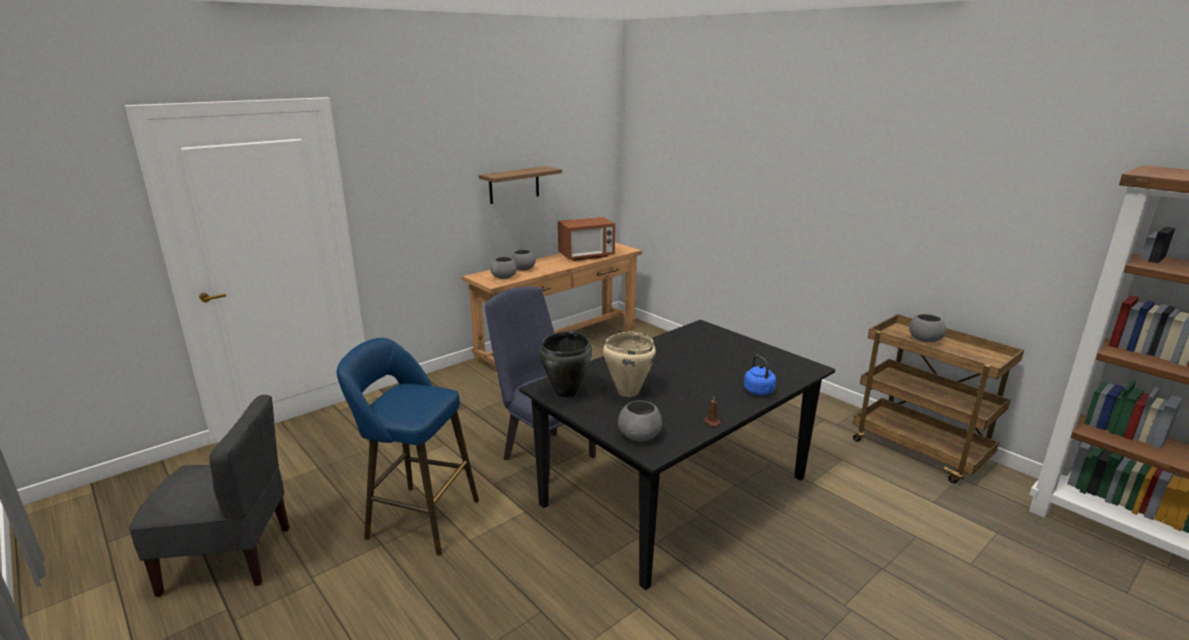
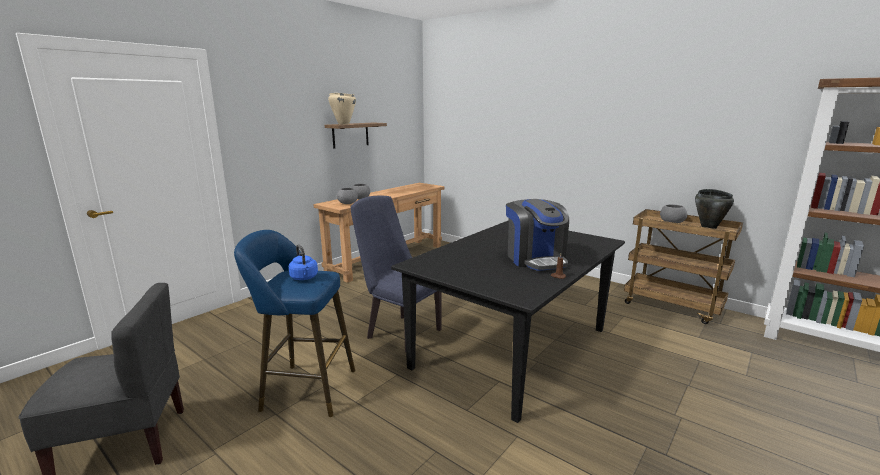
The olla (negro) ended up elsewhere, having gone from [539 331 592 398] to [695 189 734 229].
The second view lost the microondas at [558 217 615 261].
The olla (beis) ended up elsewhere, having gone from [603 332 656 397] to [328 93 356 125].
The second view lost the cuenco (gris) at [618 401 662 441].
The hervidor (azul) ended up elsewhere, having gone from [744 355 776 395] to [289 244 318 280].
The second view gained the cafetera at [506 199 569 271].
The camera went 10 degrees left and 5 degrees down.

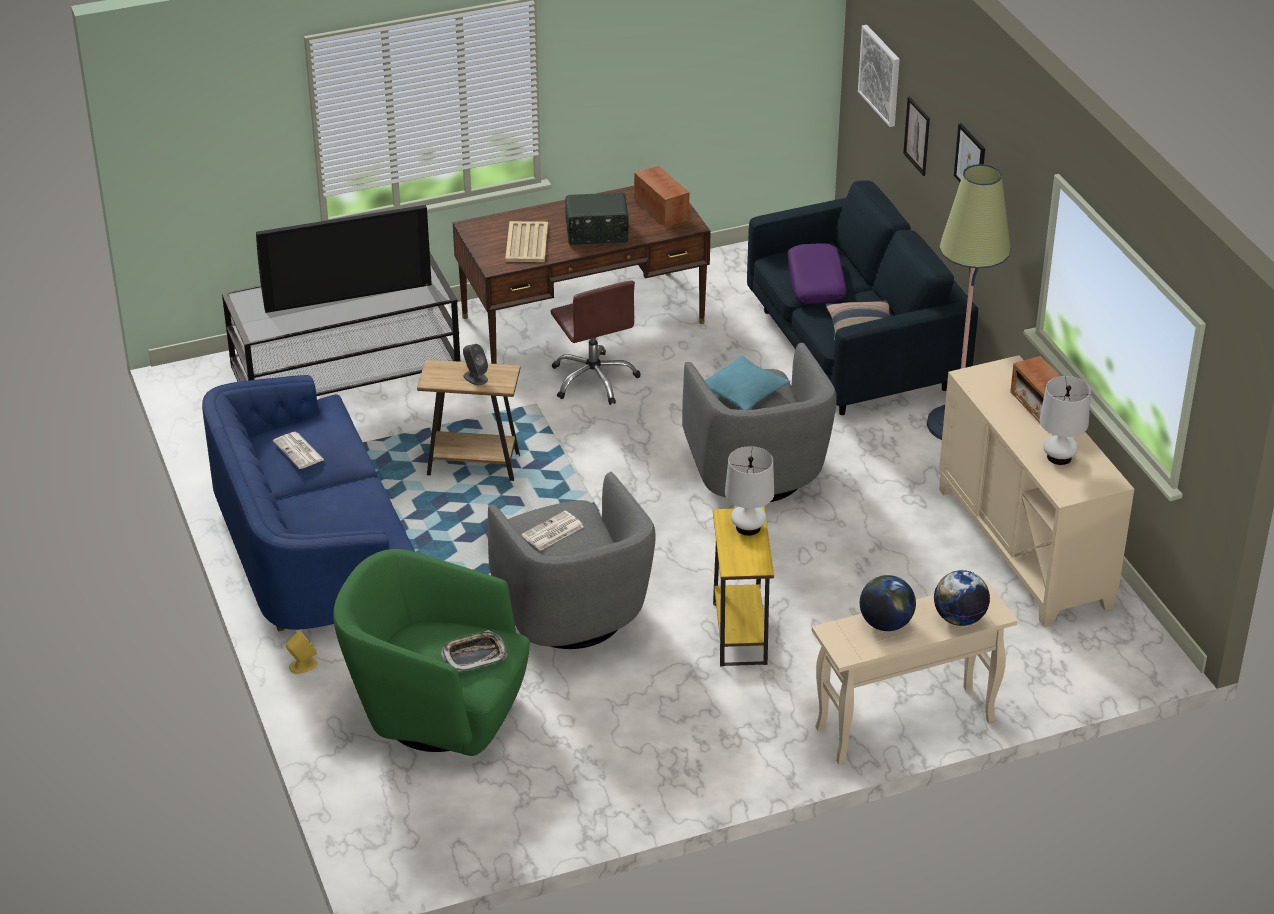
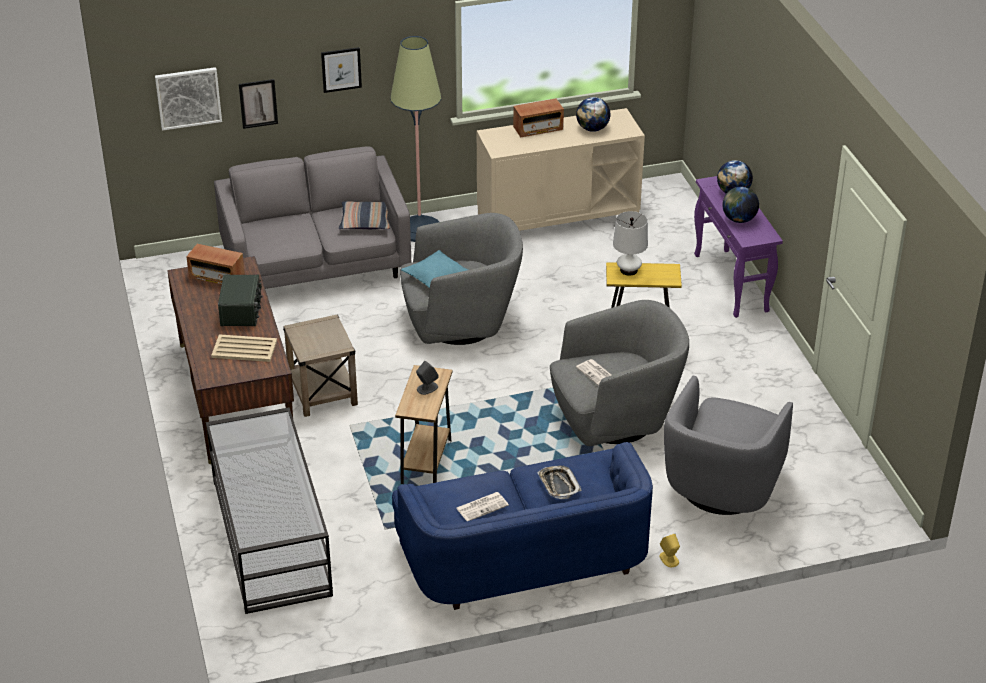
The second view lost the televisor at [256 205 432 313].
What was the sillón (verde) at [333 549 530 756] turned into the sillón (gris) at [664 376 793 515].
The bandeja ended up elsewhere, having gone from [441 630 507 672] to [538 466 581 499].
Where the silla de oficina (marrón) stood at [551 280 641 405], the mesa auxiliar (beis) came to stand at [283 315 358 417].
The radio at [634 166 689 227] ended up facing another way, 135 degrees counterclockwise from before.
What was the sofá (azul) at [747 180 978 415] turned into the sofá (gris) at [214 146 411 289].
The second view lost the cojín (morado) at [787 243 847 304].
What was the mesa consola (beis) at [812 581 1017 765] turned into the mesa consola (morado) at [694 176 783 318].
Where the lámpara de mesa (blanco) stood at [1039 376 1091 465], the globo terráqueo came to stand at [576 97 611 132].
The camera went 85 degrees left and 0 degrees up.

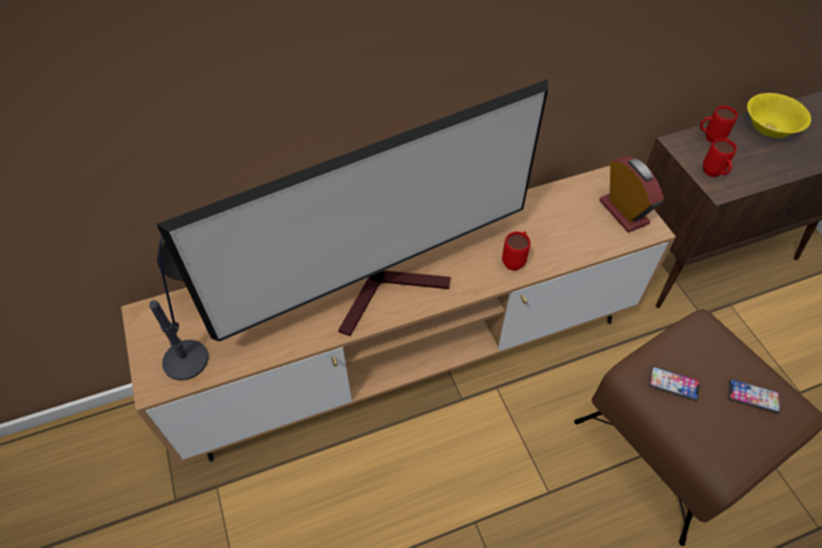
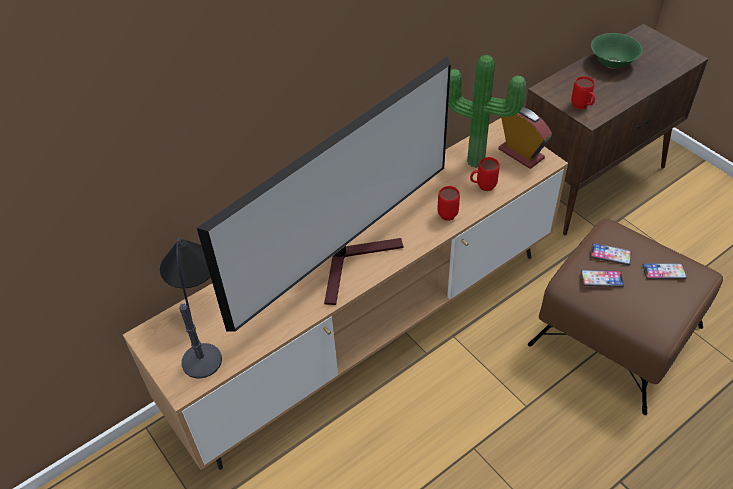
The taza grande (rojo) ended up elsewhere, having gone from [700 106 738 143] to [470 157 500 191].
What was the cuenco (amarillo) at [747 93 811 138] turned into the cuenco (verde) at [591 33 643 68].
The second view gained the planta en maceta at [448 55 526 168].
The second view gained the móvil at [590 243 632 265].
The camera went 15 degrees left and 5 degrees down.

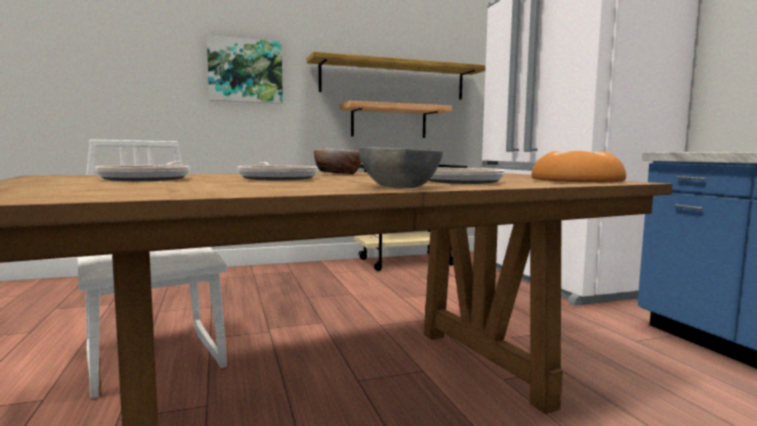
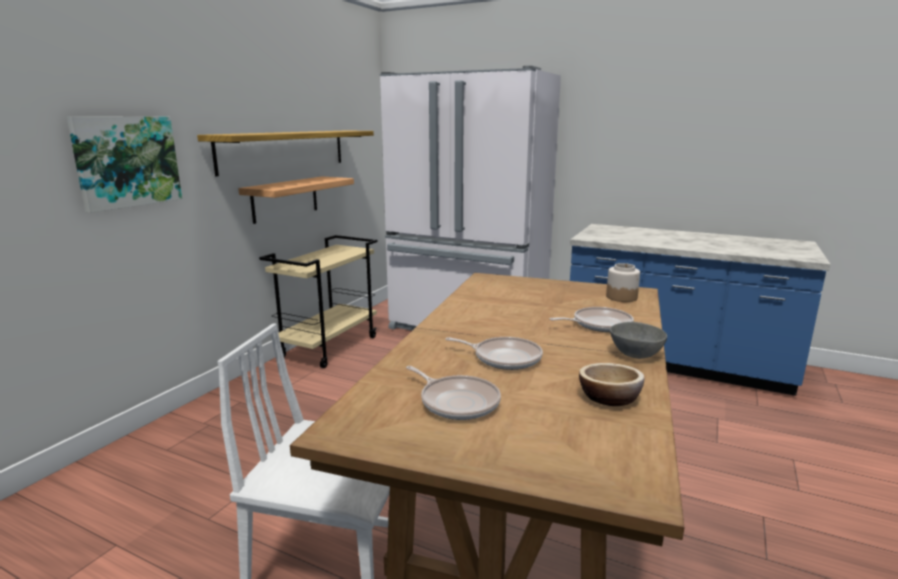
The cuenco ended up elsewhere, having gone from [314 149 362 174] to [579 363 644 406].
Where the pan stood at [531 151 626 183], the tarro came to stand at [606 263 640 302].
The camera went 45 degrees left and 10 degrees up.

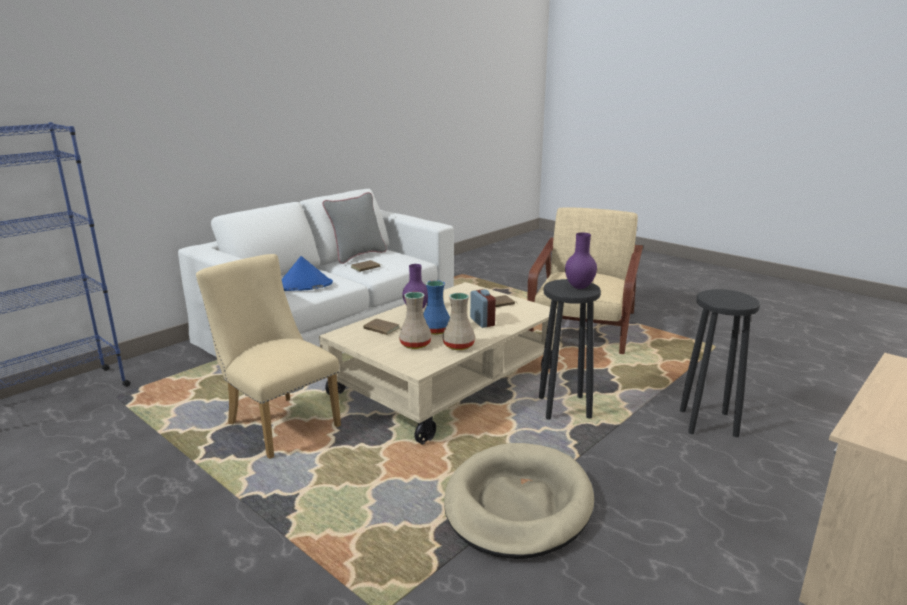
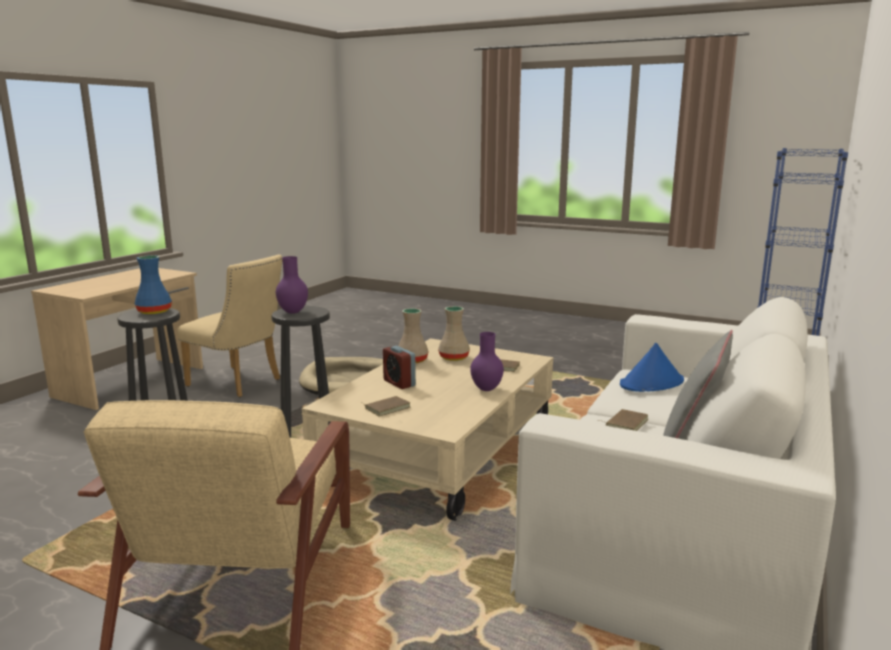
The silla (beis) ended up elsewhere, having gone from [196 254 341 459] to [177 255 282 397].
The florero (azul) ended up elsewhere, having gone from [423 280 450 335] to [135 255 172 314].
The camera went 165 degrees right and 5 degrees down.

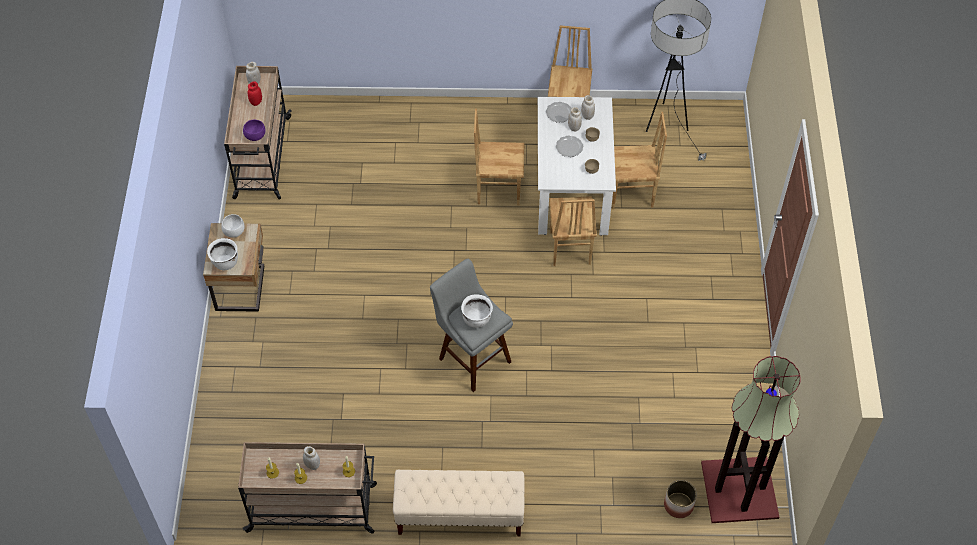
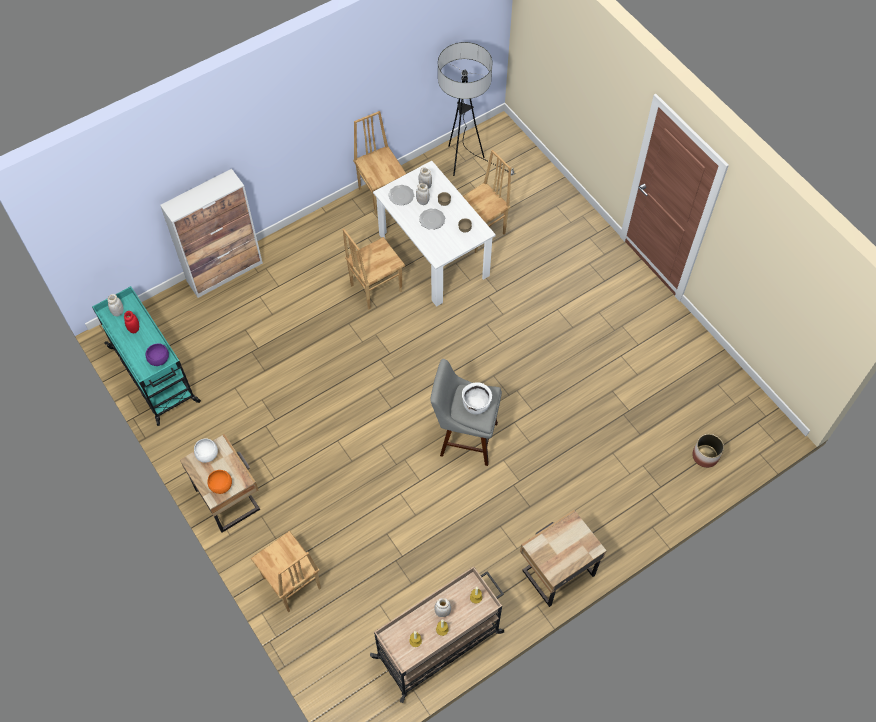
Where the olla (blanco) stood at [207 238 238 270], the cuenco (naranja) came to stand at [207 470 232 494].
What was the carrito (beis) at [224 66 292 200] turned into the carrito (turquesa) at [92 286 201 426].
Where the banco (beis) stood at [393 470 524 536], the mesita de noche (beis) came to stand at [520 510 607 607].
The silla (marrón) ended up elsewhere, having gone from [549 196 597 266] to [251 531 321 612].
The second view lost the lámpara de pie at [701 356 801 523].
The second view gained the armario at [160 169 263 298].
The camera went 35 degrees left and 5 degrees up.

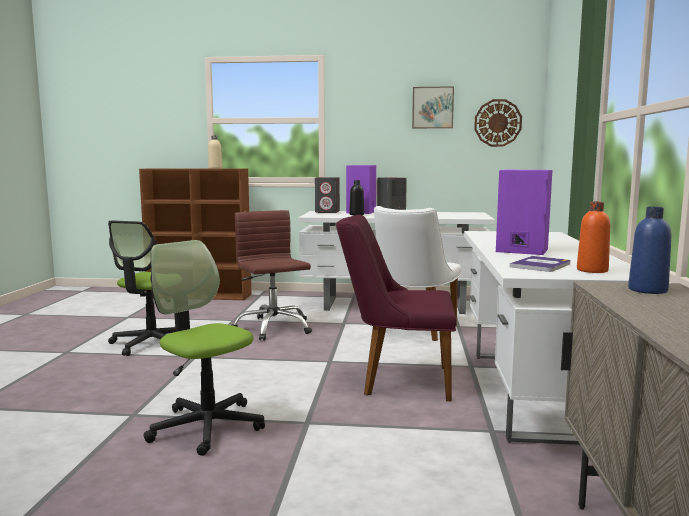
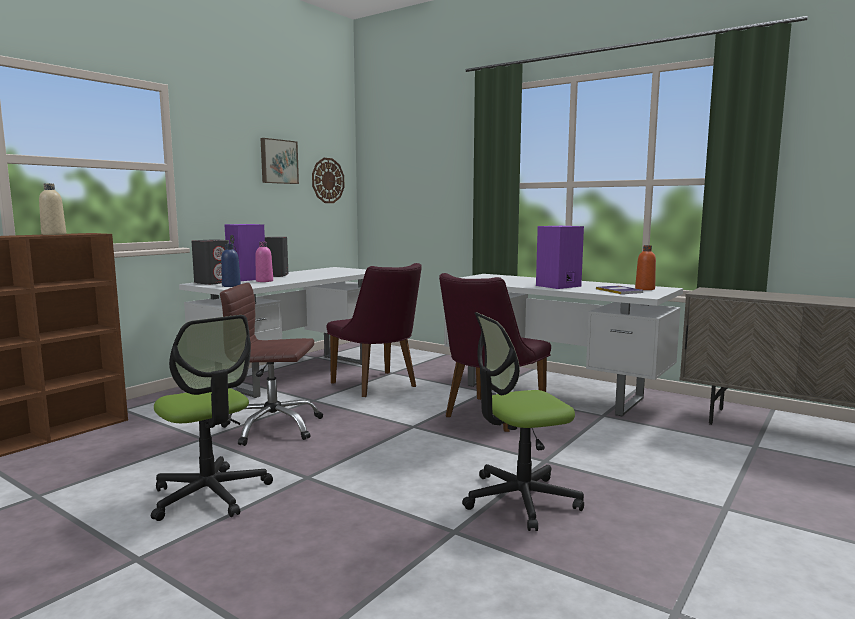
What was the botella (negro) at [349 180 364 215] turned into the botella (rosa) at [256 242 273 282].
What was the silla (blanco) at [374 206 461 341] turned into the silla (morado) at [326 263 422 397].
The botella (azul) ended up elsewhere, having gone from [628 207 671 294] to [221 244 241 287].
The camera went 60 degrees left and 0 degrees up.

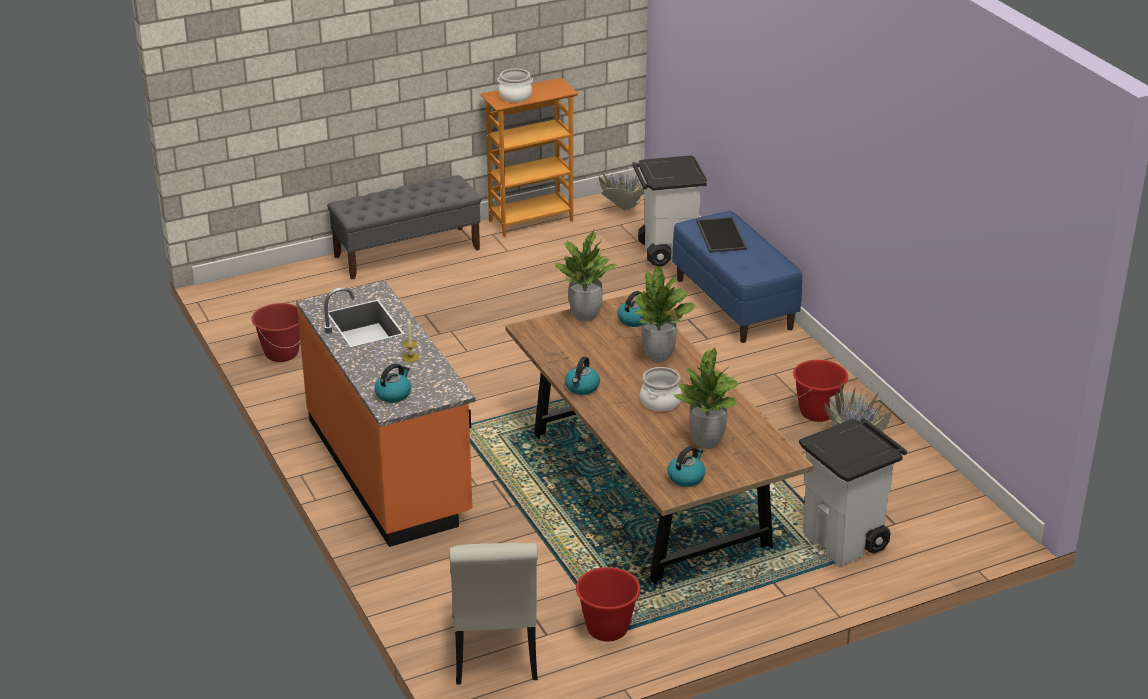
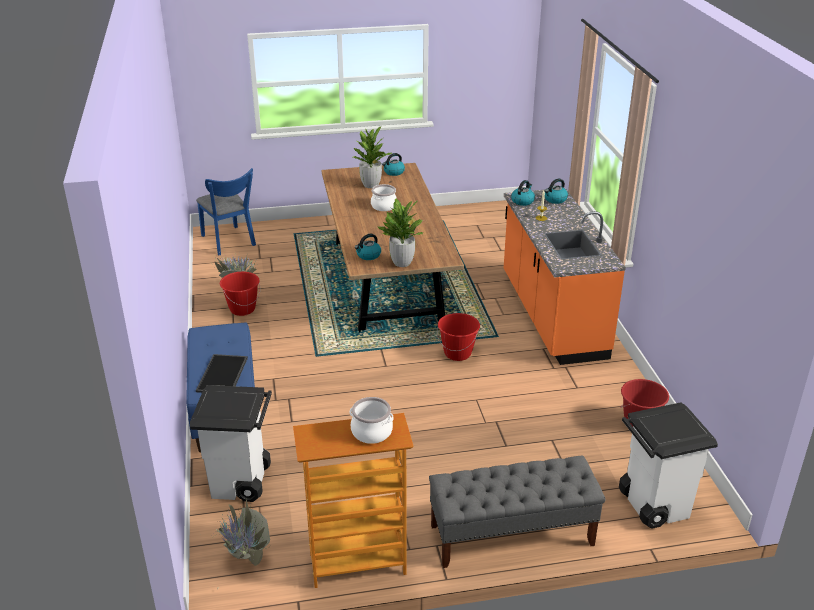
The second view lost the silla (blanco) at [449 543 538 685].
The hervidor ended up elsewhere, having gone from [565 356 600 395] to [511 180 535 206].
The cubo (rojo) ended up elsewhere, having gone from [576 567 642 642] to [437 313 480 361].
The second view lost the planta en maceta at [634 266 696 362].
The papelera (blanco) ended up elsewhere, having gone from [799 418 907 566] to [619 402 718 529].
The second view gained the silla (azul) at [196 168 256 255].
The camera went 165 degrees left and 0 degrees up.

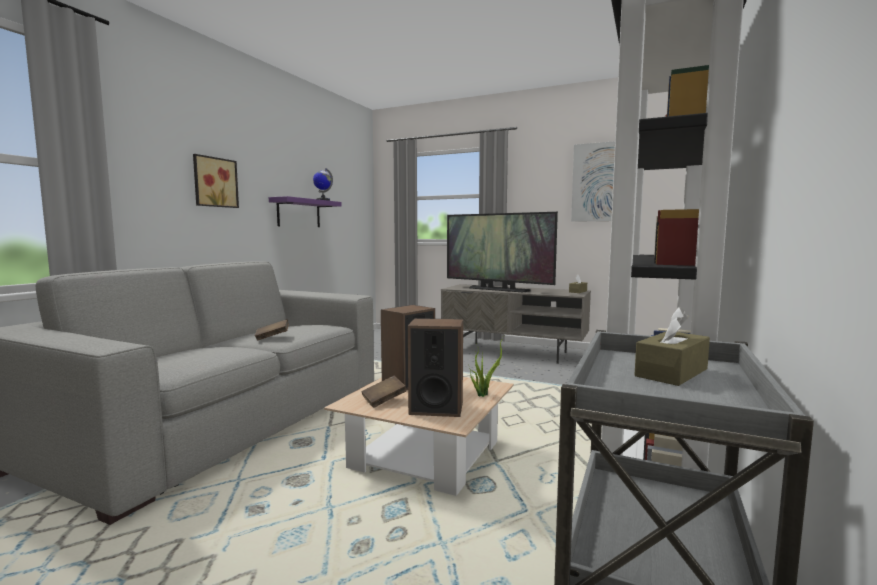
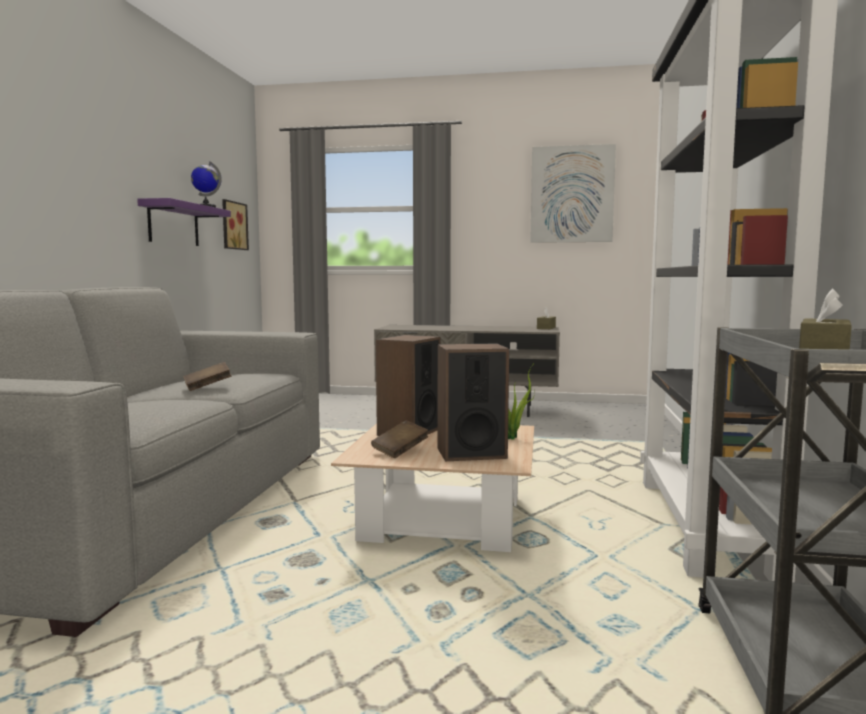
The cuadro ended up elsewhere, having gone from [193 154 239 208] to [222 199 249 250].
The second view lost the televisor at [447 212 558 292].
The camera went 15 degrees left and 0 degrees up.

